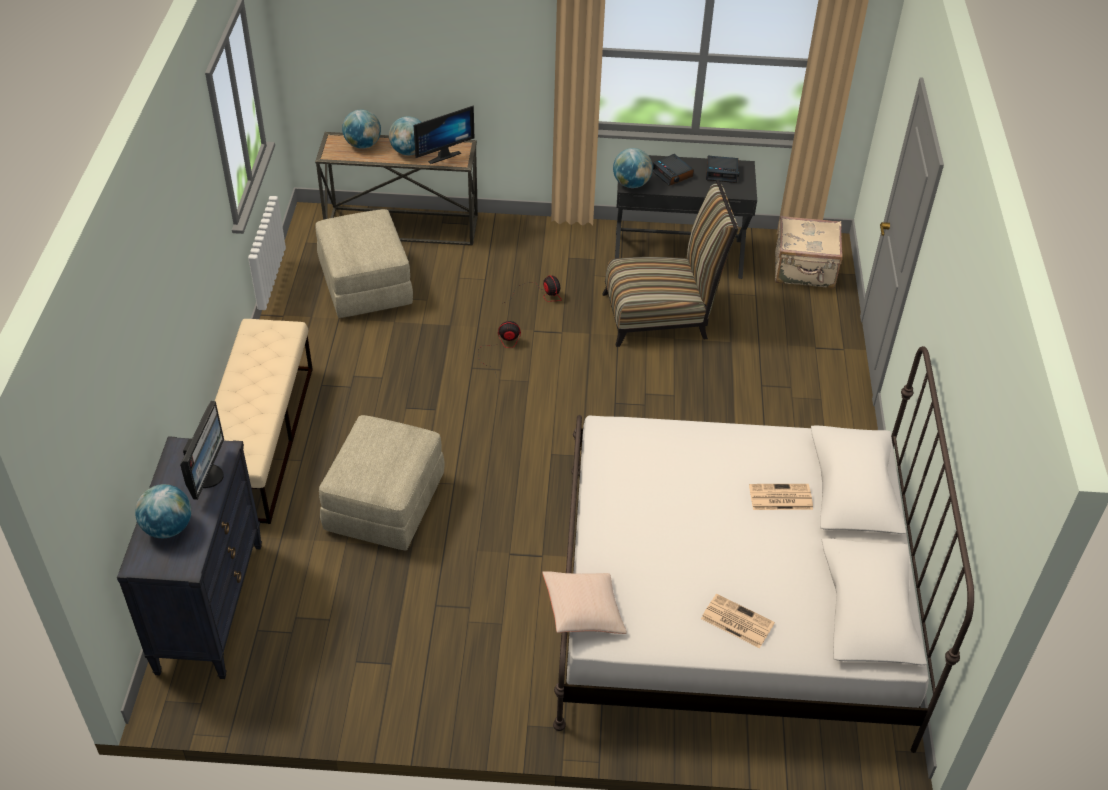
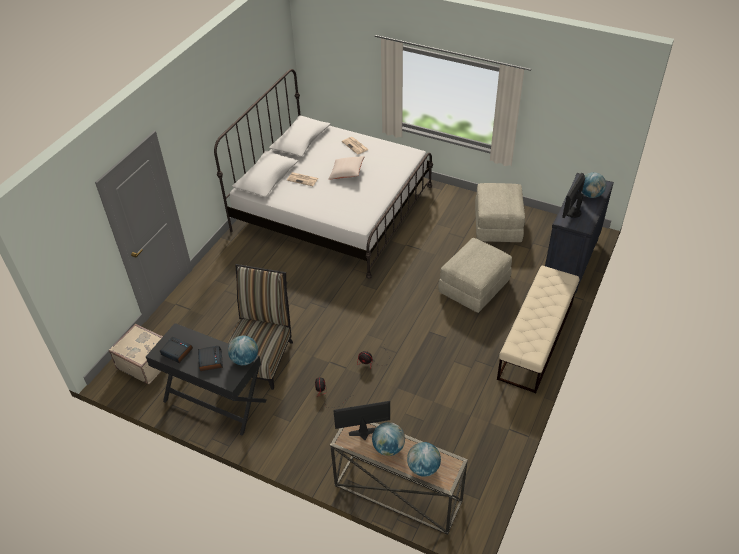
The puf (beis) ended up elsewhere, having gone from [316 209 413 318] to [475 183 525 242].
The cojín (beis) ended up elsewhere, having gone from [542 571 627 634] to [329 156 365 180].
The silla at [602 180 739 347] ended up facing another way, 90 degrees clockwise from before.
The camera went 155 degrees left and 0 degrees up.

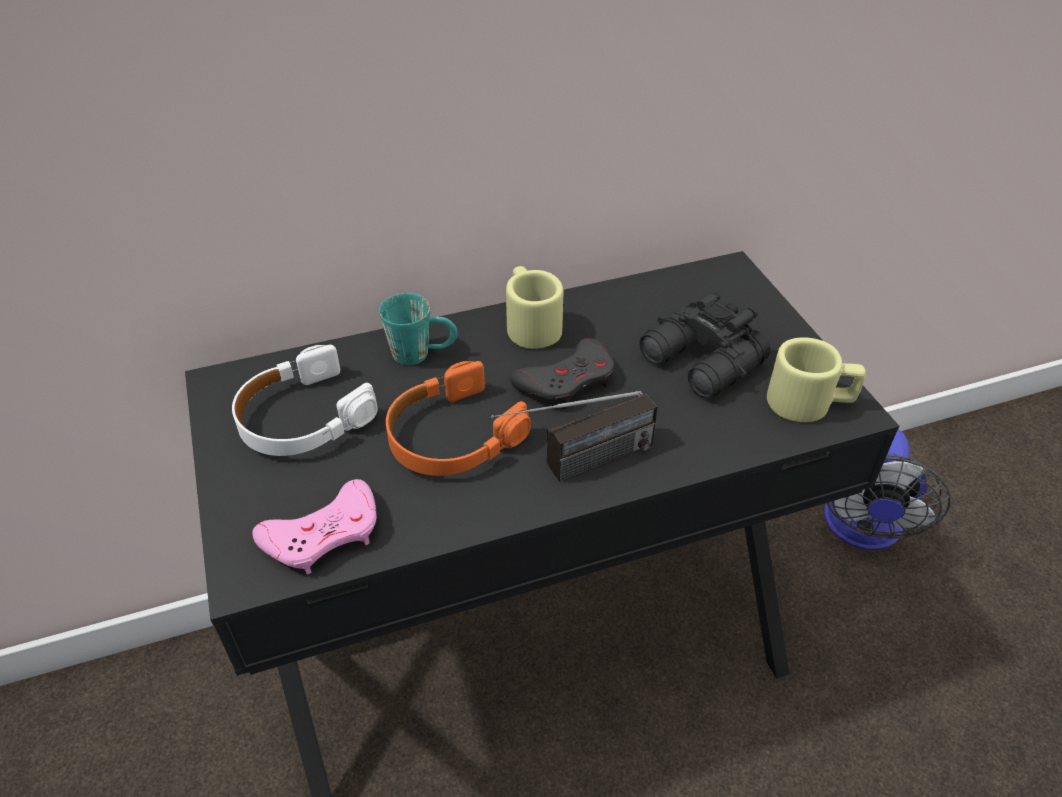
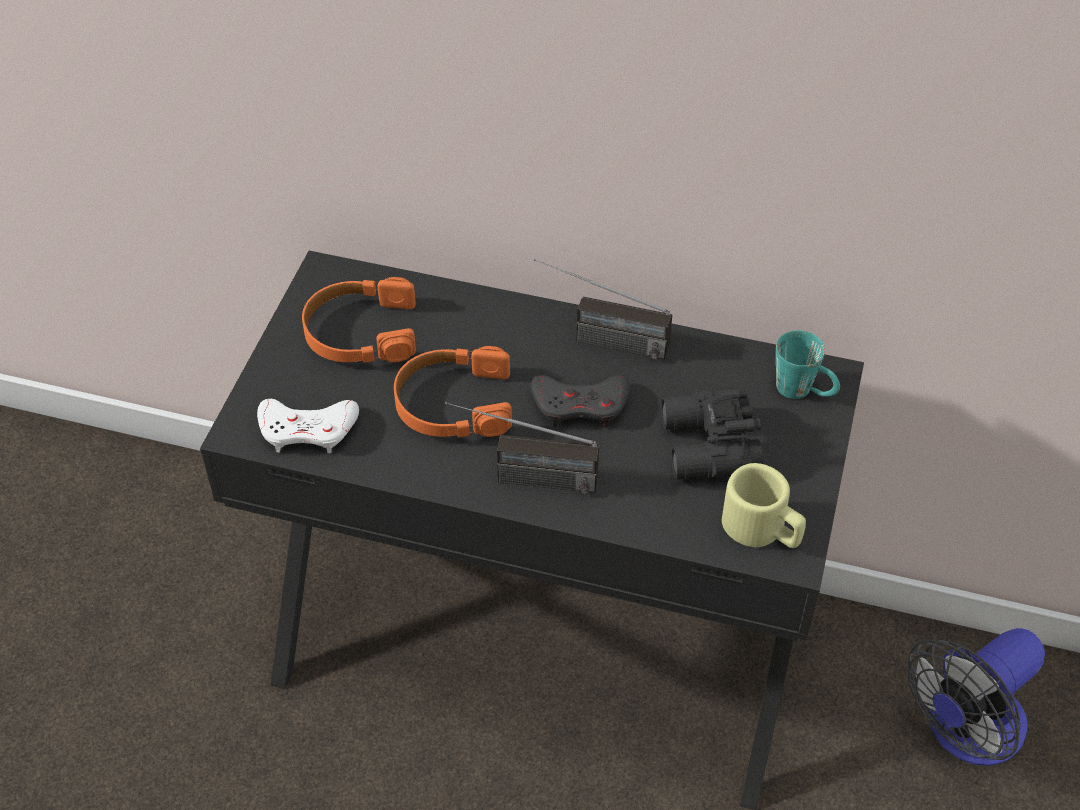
What was the auriculares (blanco) at [232 345 378 456] turned into the auriculares (naranja) at [302 277 416 363].
What was the mando de consola (rosa) at [252 479 376 574] turned into the mando de consola (blanco) at [257 399 359 453].
The taza grande (turquesa) ended up elsewhere, having gone from [379 293 458 365] to [776 330 840 399].
Where the taza grande (beis) stood at [506 266 563 349], the radio came to stand at [534 259 672 360].
The camera went 35 degrees right and 5 degrees up.

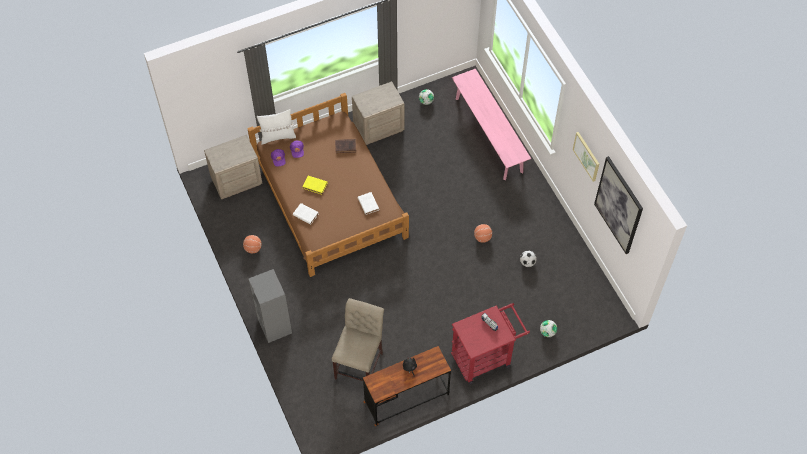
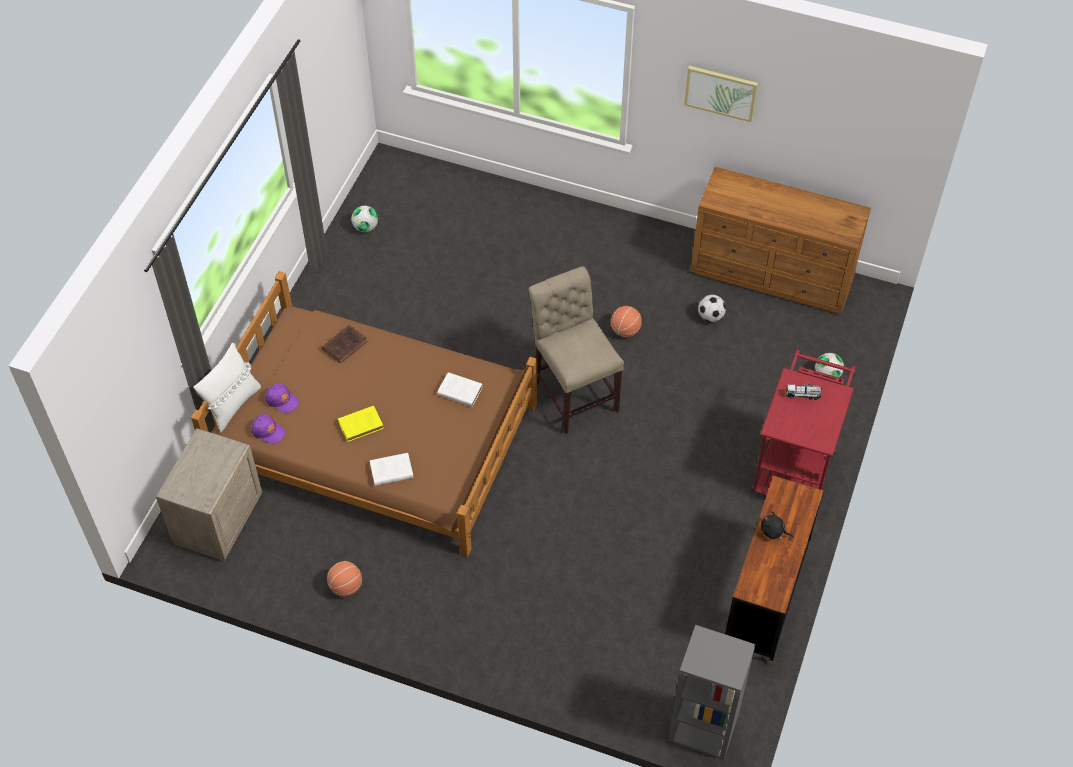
The estantería (gris) ended up elsewhere, having gone from [248 269 292 343] to [668 625 756 760].
The silla (beis) ended up elsewhere, having gone from [332 298 384 381] to [528 266 624 434].
The second view lost the mesita de noche (beis) at [352 81 405 145].
The second view lost the banco (rosa) at [452 69 531 180].
The second view lost the cuadro at [594 156 643 254].
The second view gained the cómoda (marrón) at [691 167 871 313].
The camera went 45 degrees left and 5 degrees down.

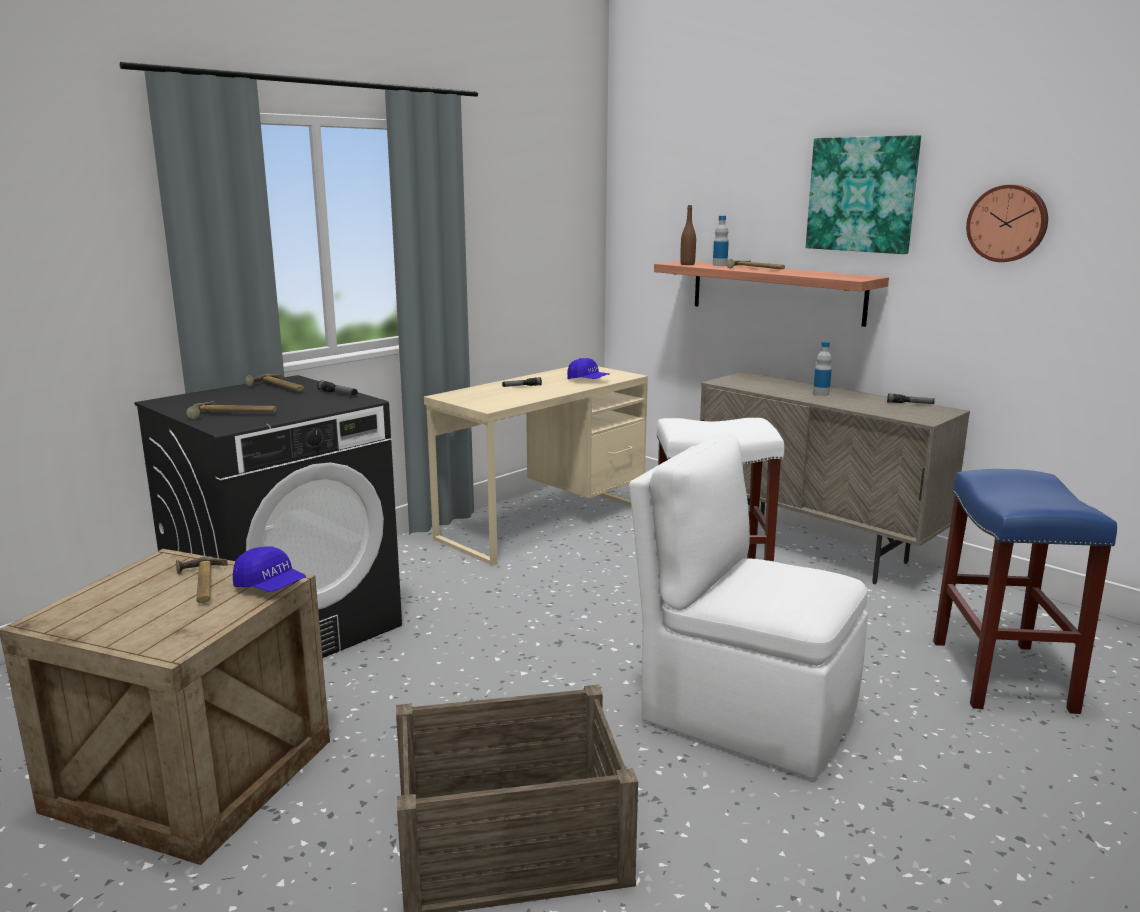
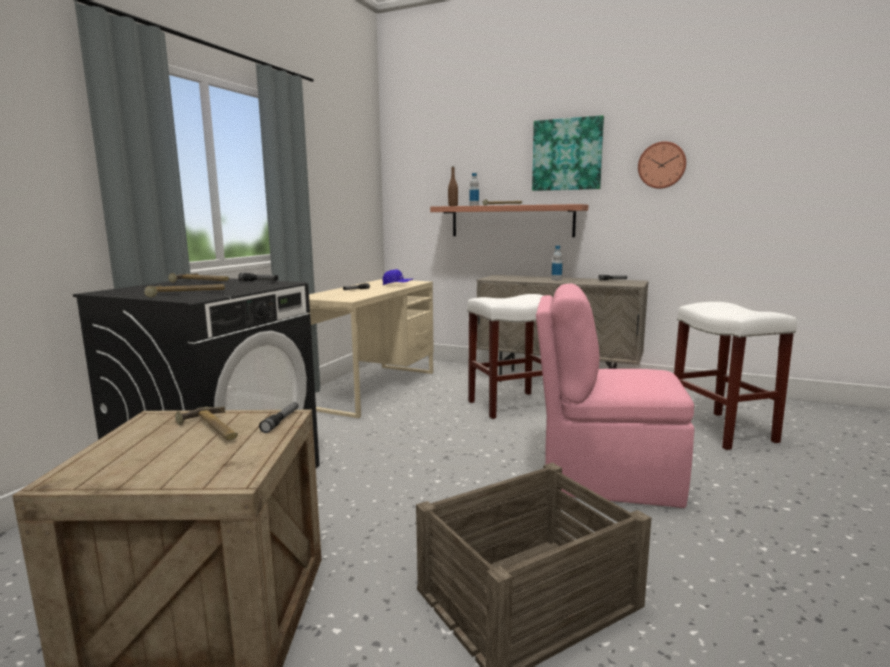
Where the gorra (azul) stood at [233 547 306 592], the linterna came to stand at [259 402 298 433].
What was the silla (blanco) at [629 433 868 780] turned into the silla (rosa) at [536 283 694 508].
What was the taburete (azul) at [933 469 1117 714] turned into the taburete (blanco) at [674 302 797 450].
The camera went 20 degrees left and 5 degrees down.

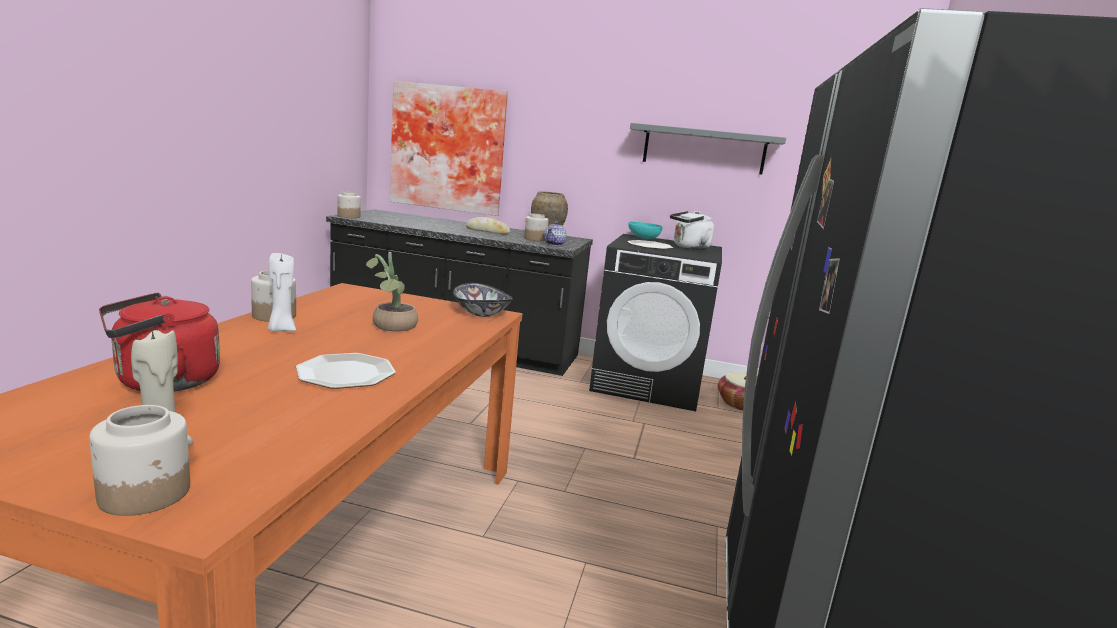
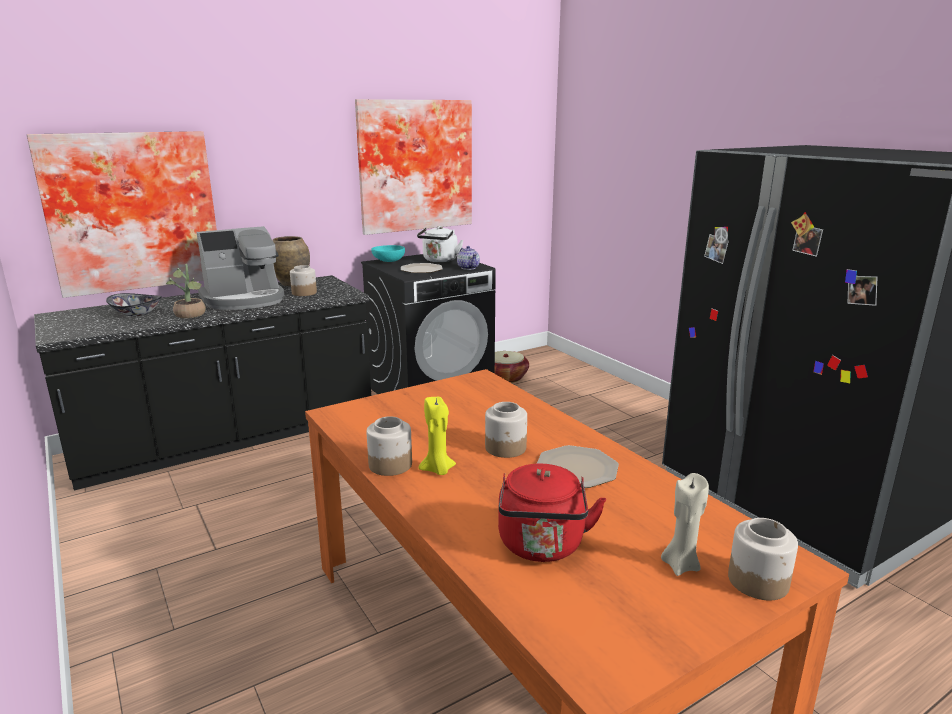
What was the vela (blanco) at [268 253 296 332] turned into the vela (amarillo) at [418 396 456 475].
The tarro ended up elsewhere, having gone from [337 192 361 218] to [485 402 527 458].
The planta en maceta ended up elsewhere, having gone from [366 252 418 332] to [166 264 206 318].
The cuenco ended up elsewhere, having gone from [453 283 513 317] to [106 293 162 316].
Where the pan stood at [466 217 510 235], the cafetera came to stand at [196 226 284 310].
The tetera ended up elsewhere, having gone from [544 222 567 246] to [457 246 480 270].
Where the estante (gris) hung at [630 123 786 175], the cuadro came to hang at [355 99 472 235].
The camera went 45 degrees left and 5 degrees up.

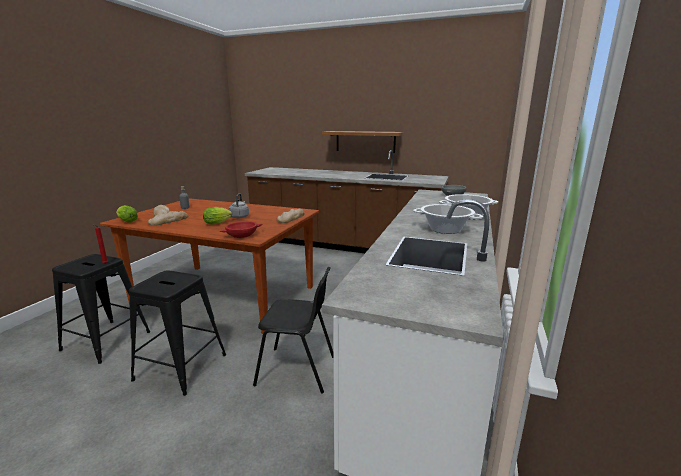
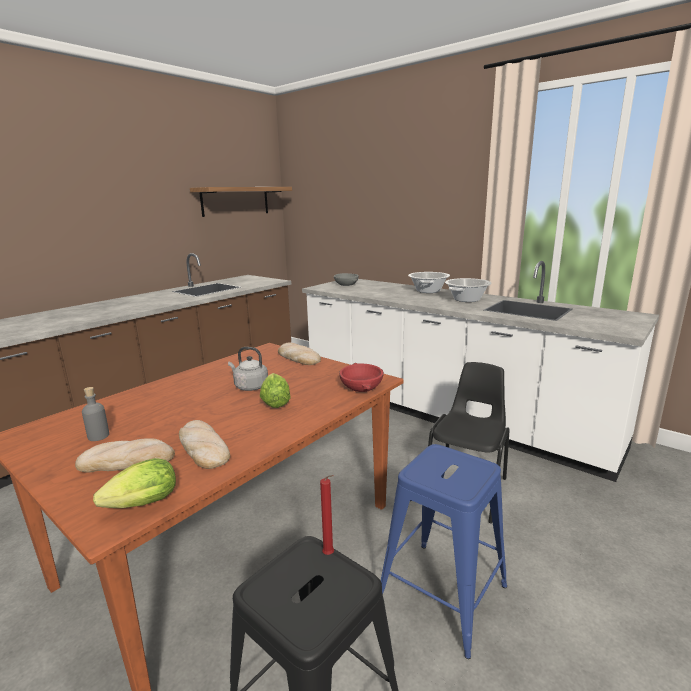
What was the taburete (negro) at [129 271 226 396] turned into the taburete (azul) at [381 444 507 659].
The estante ended up elsewhere, having gone from [322 131 404 153] to [190 187 292 217].
The camera went 70 degrees left and 0 degrees up.

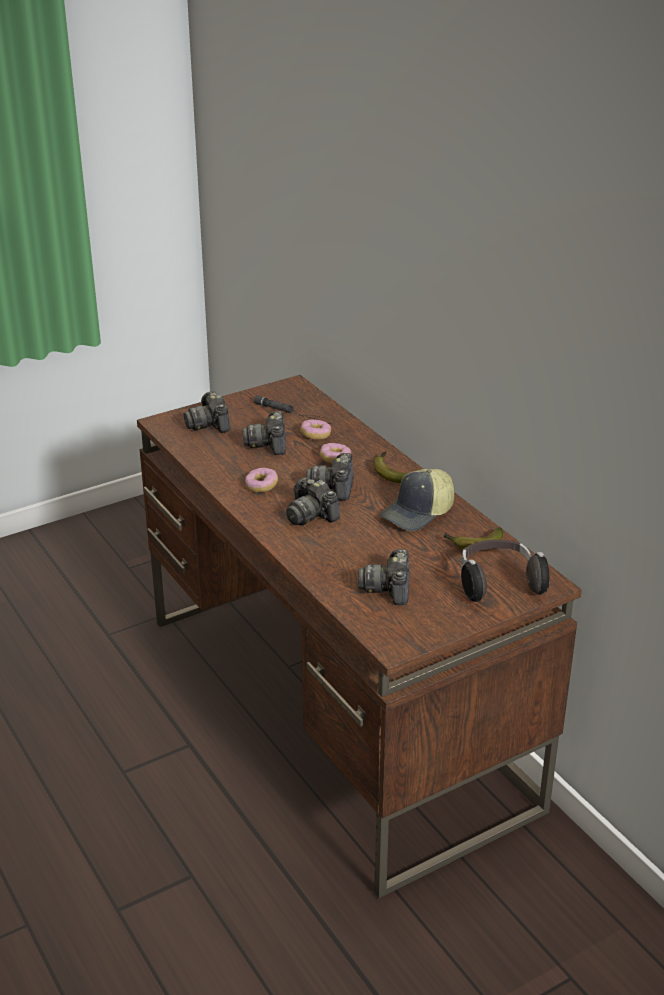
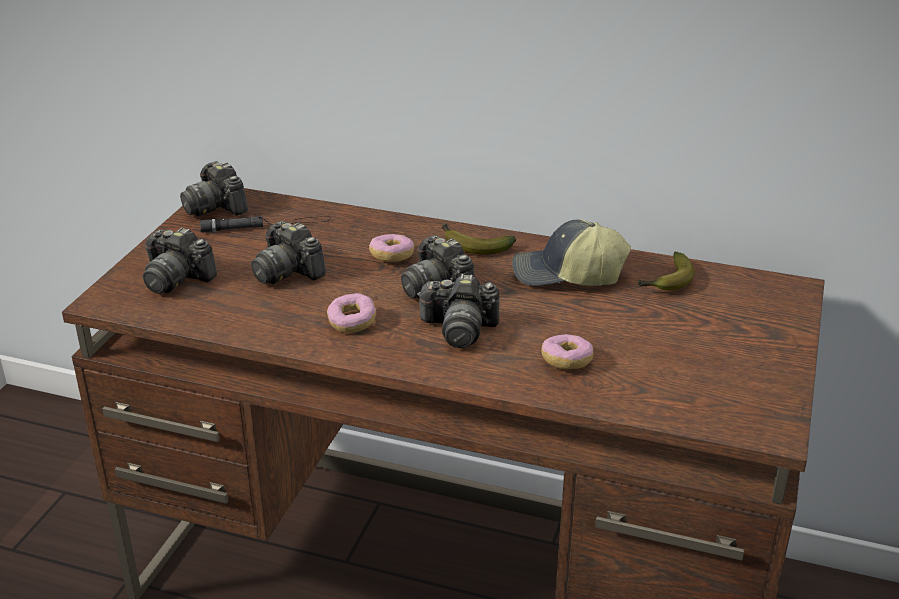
The rosquilla ended up elsewhere, having gone from [301 419 331 439] to [542 334 593 369].
The cámara ended up elsewhere, having gone from [358 549 410 605] to [180 161 248 216].
The gorra at [379 469 454 531] ended up facing another way, 90 degrees clockwise from before.
The second view lost the auriculares at [461 540 550 602].
The camera went 40 degrees left and 0 degrees up.

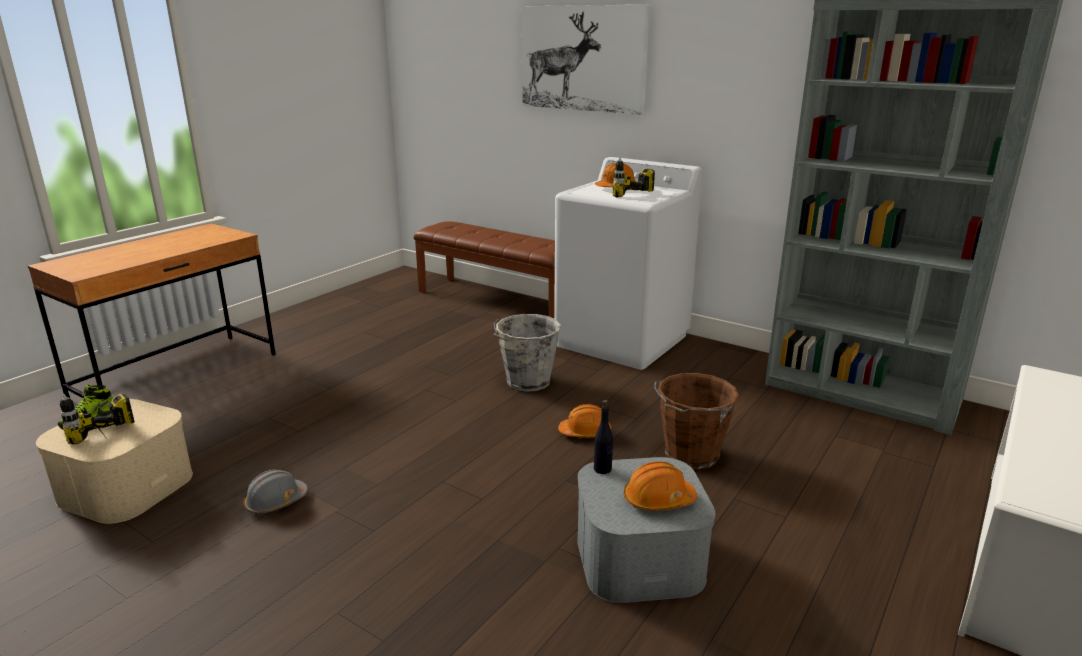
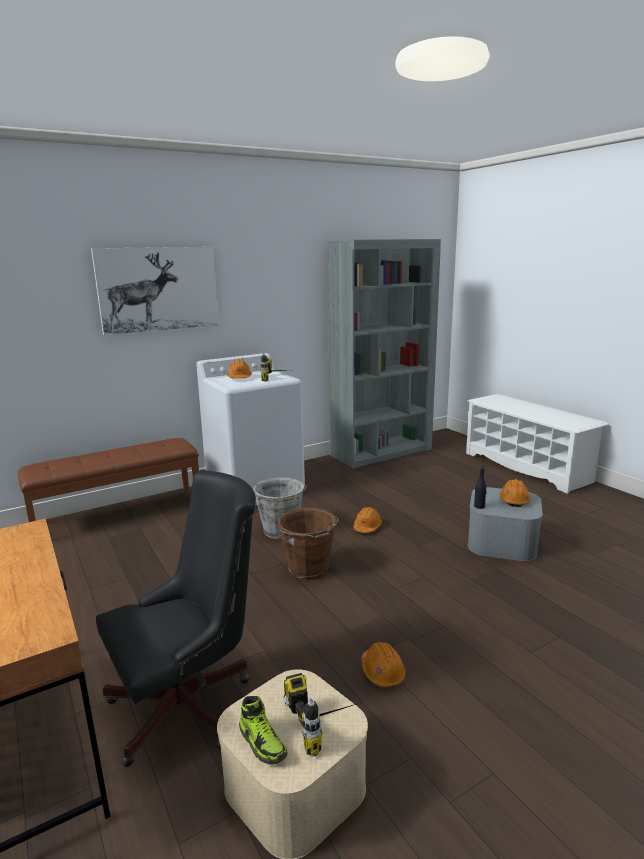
What was the casco (gris) at [243 469 308 515] turned into the casco (naranja) at [361 642 406 688].
The cubo (marrón) ended up elsewhere, having gone from [654 373 739 470] to [278 508 338 580].
The second view gained the silla de oficina (negro) at [96 470 256 767].
The camera went 65 degrees left and 5 degrees down.

